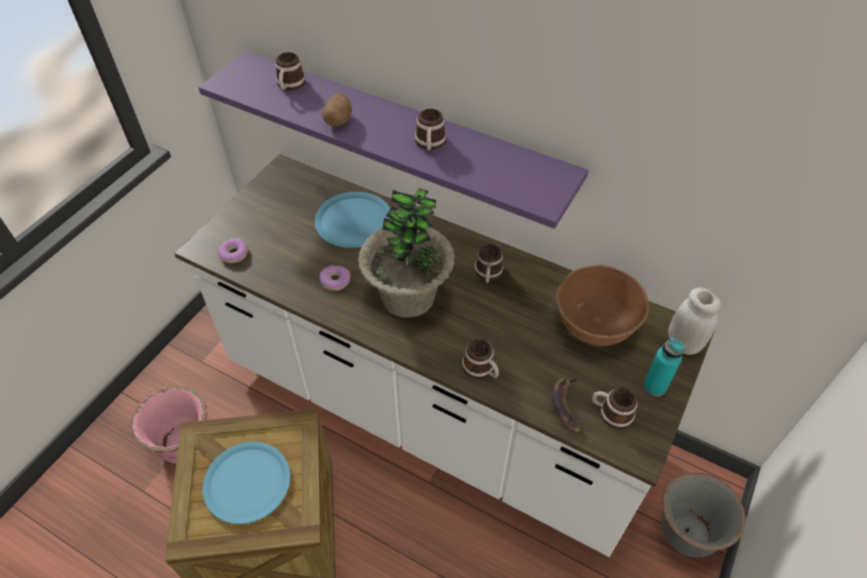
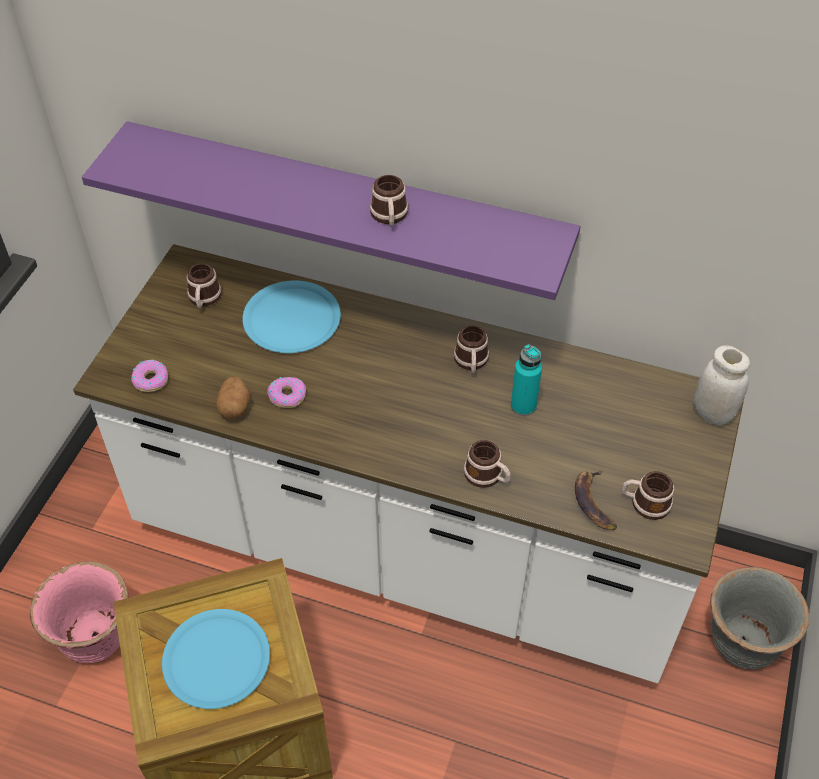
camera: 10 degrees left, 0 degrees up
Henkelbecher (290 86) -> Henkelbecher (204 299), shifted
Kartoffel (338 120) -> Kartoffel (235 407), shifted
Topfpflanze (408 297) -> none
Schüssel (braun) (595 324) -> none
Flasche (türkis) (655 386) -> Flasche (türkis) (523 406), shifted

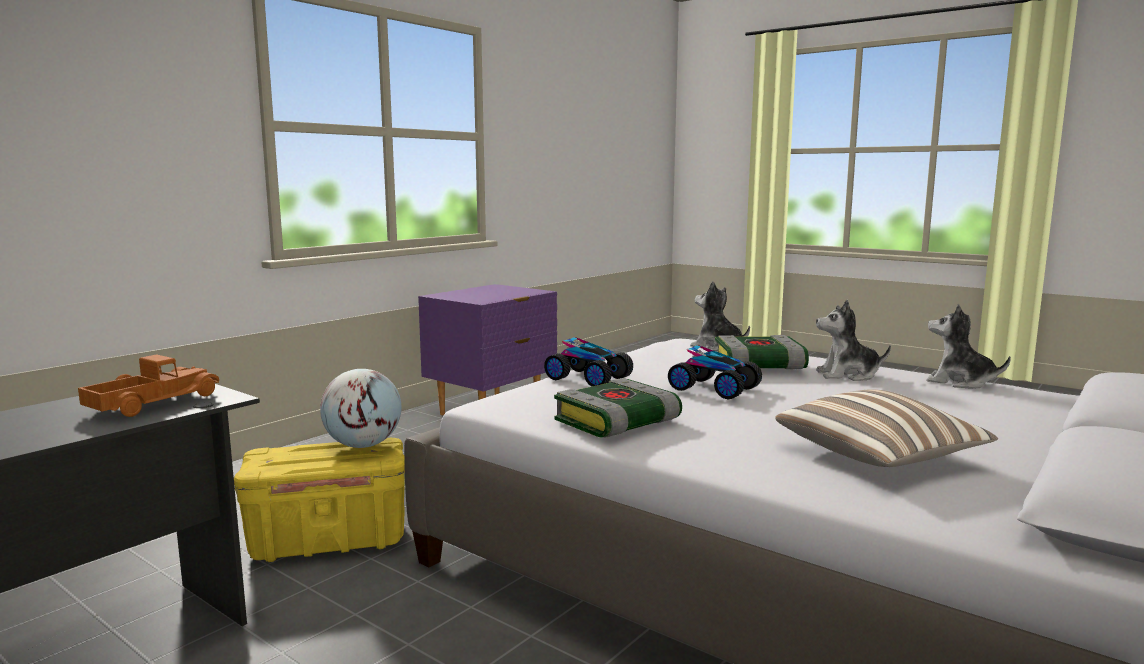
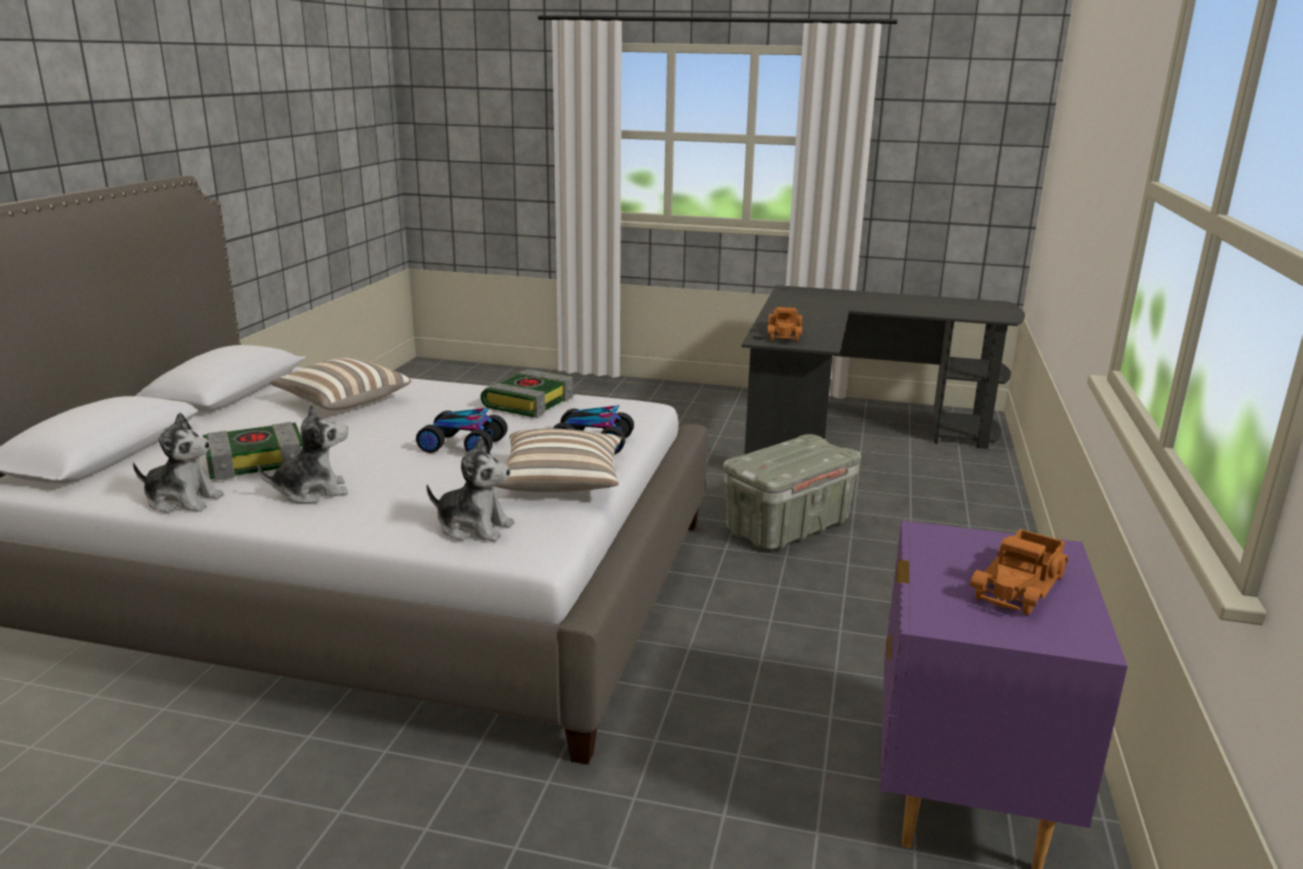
camera: 155 degrees right, 10 degrees up
Aufbewahrungsbox (gelb) (330 540) -> Aufbewahrungsbox (grau) (787 527)
Globus (363 445) -> none
Buch (757 365) -> Buch (257 460), shifted
none -> Kissen (561 482)
none -> Spielzeuglaster (1020 585)

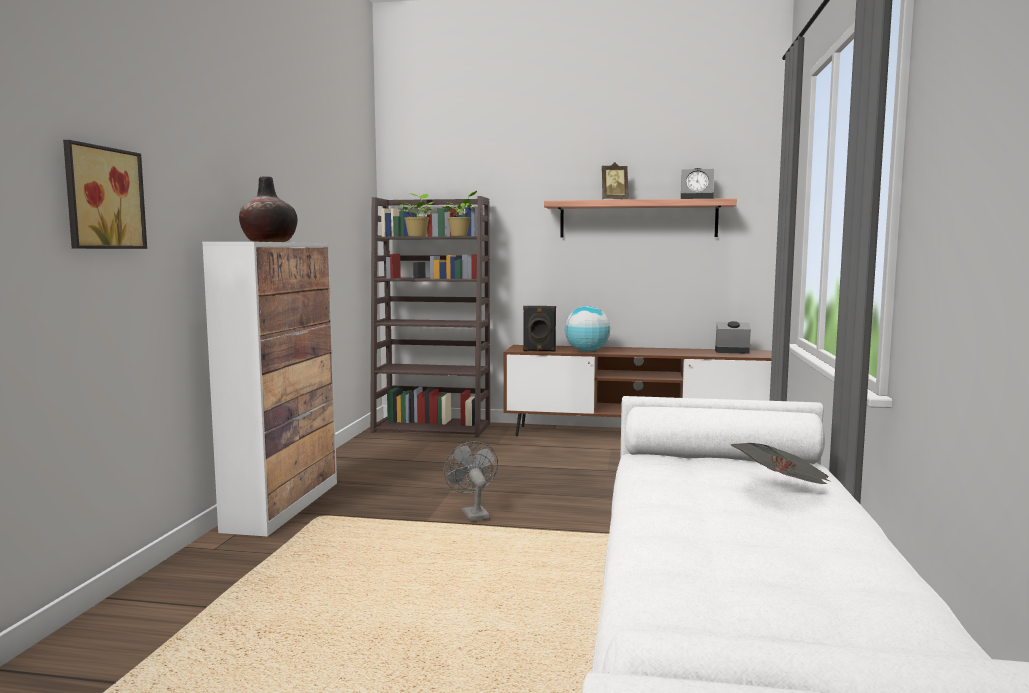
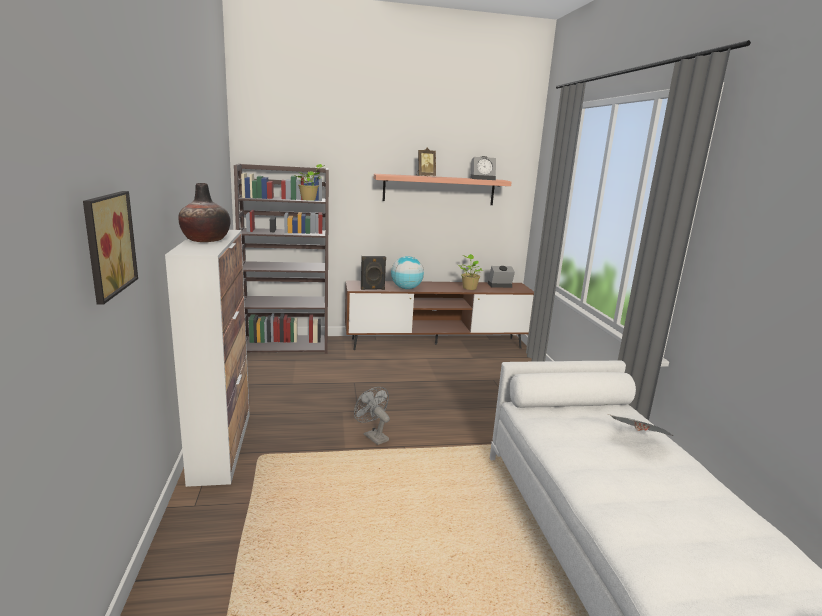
camera: 20 degrees left, 10 degrees up
Topfpflanze (418 236) -> Topfpflanze (469 288), shifted

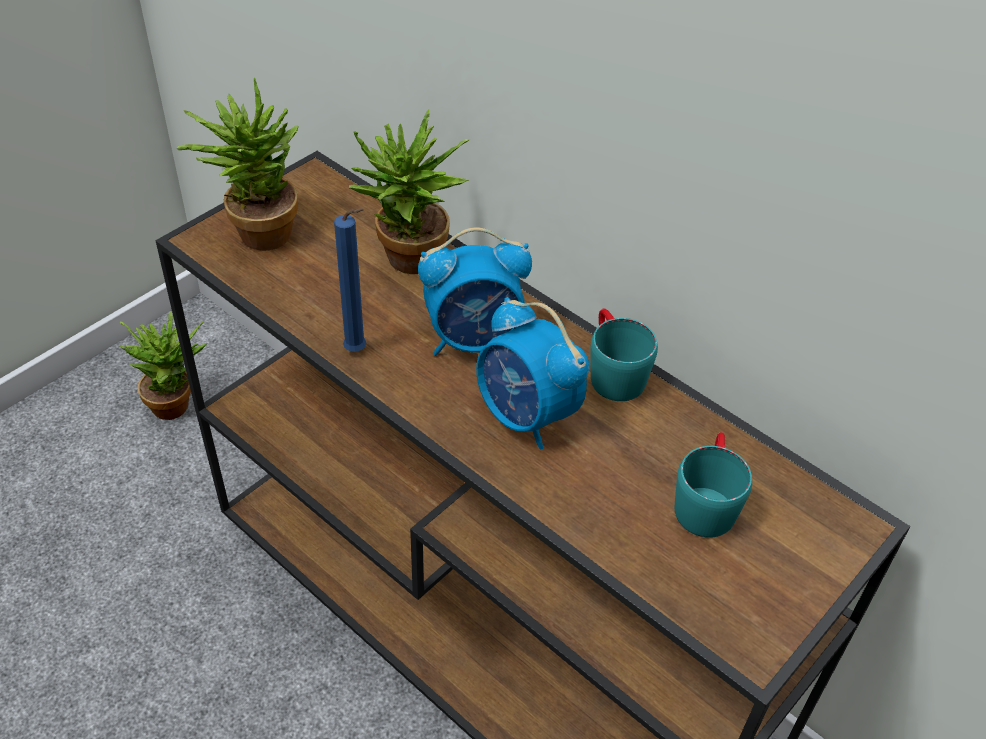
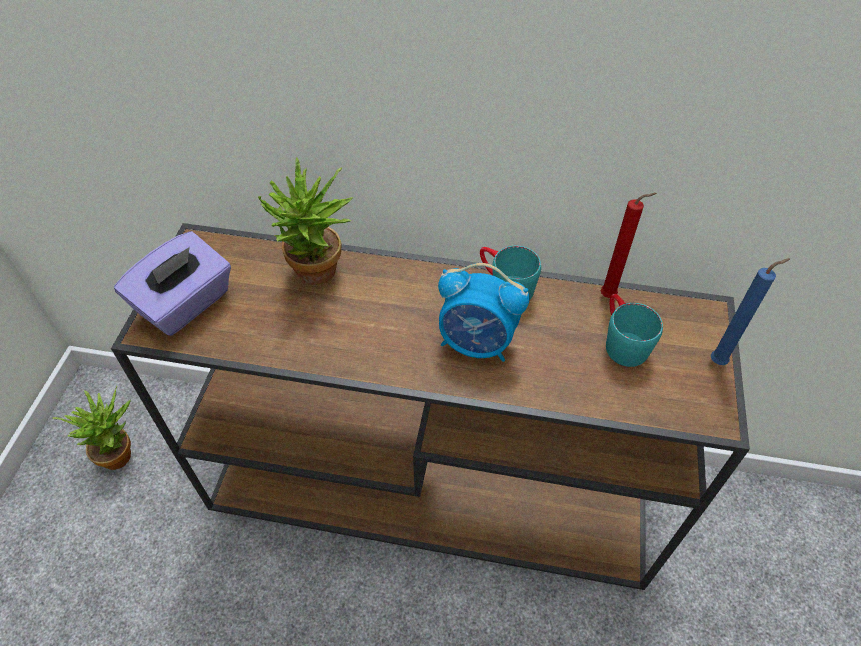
camera: 30 degrees left, 5 degrees up
Topfpflanze (256 231) -> Taschentuchbox (lila) (186 304)
Kerze (blau) (358 351) -> Kerze (blau) (720 362), shifted
Wecker (474 339) -> none
none -> Kerze (rot) (610 296)

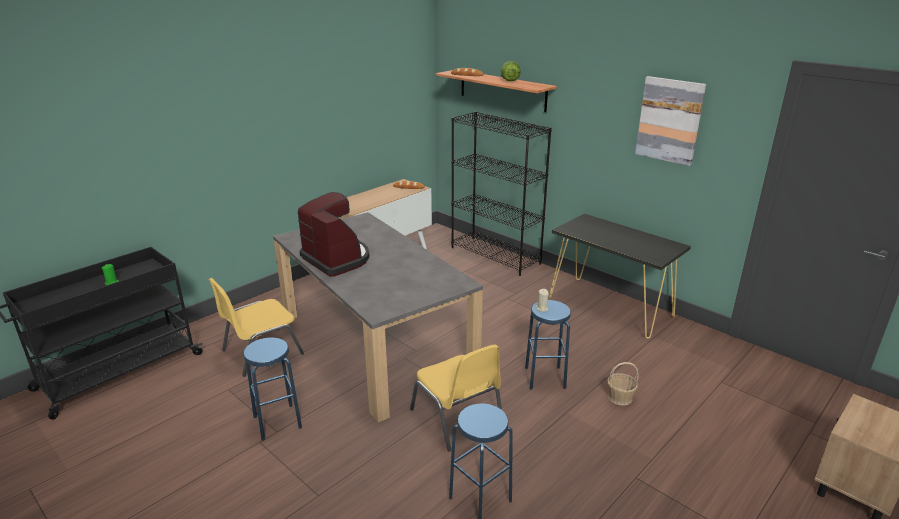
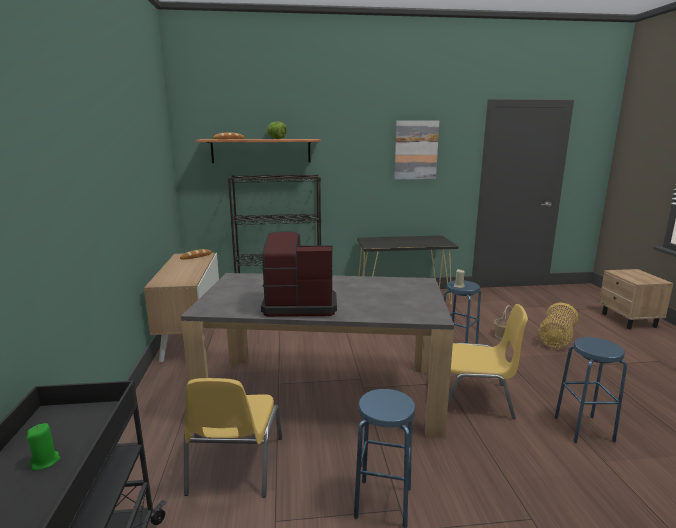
camera: 50 degrees left, 10 degrees down
none -> Korb (555 339)

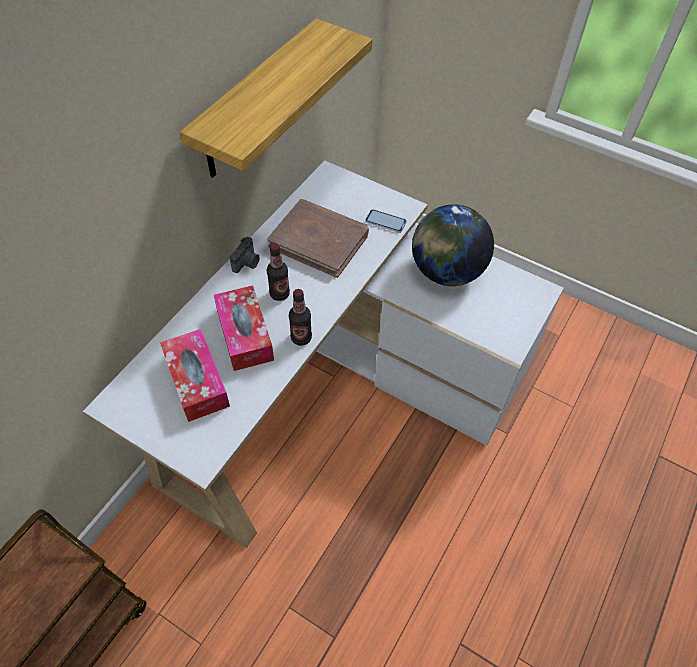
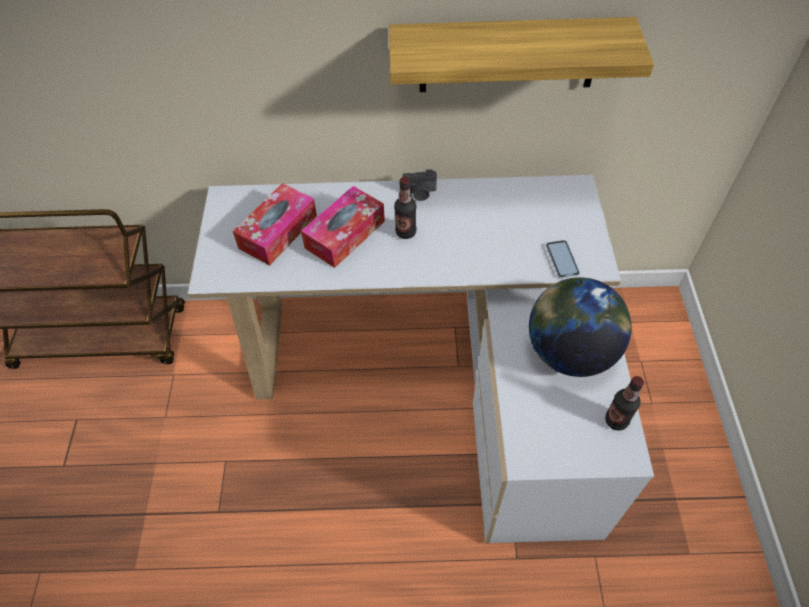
camera: 60 degrees right, 0 degrees up
Buch (braun) (319 240) -> none
Flasche (301 338) -> Flasche (616 420), shifted

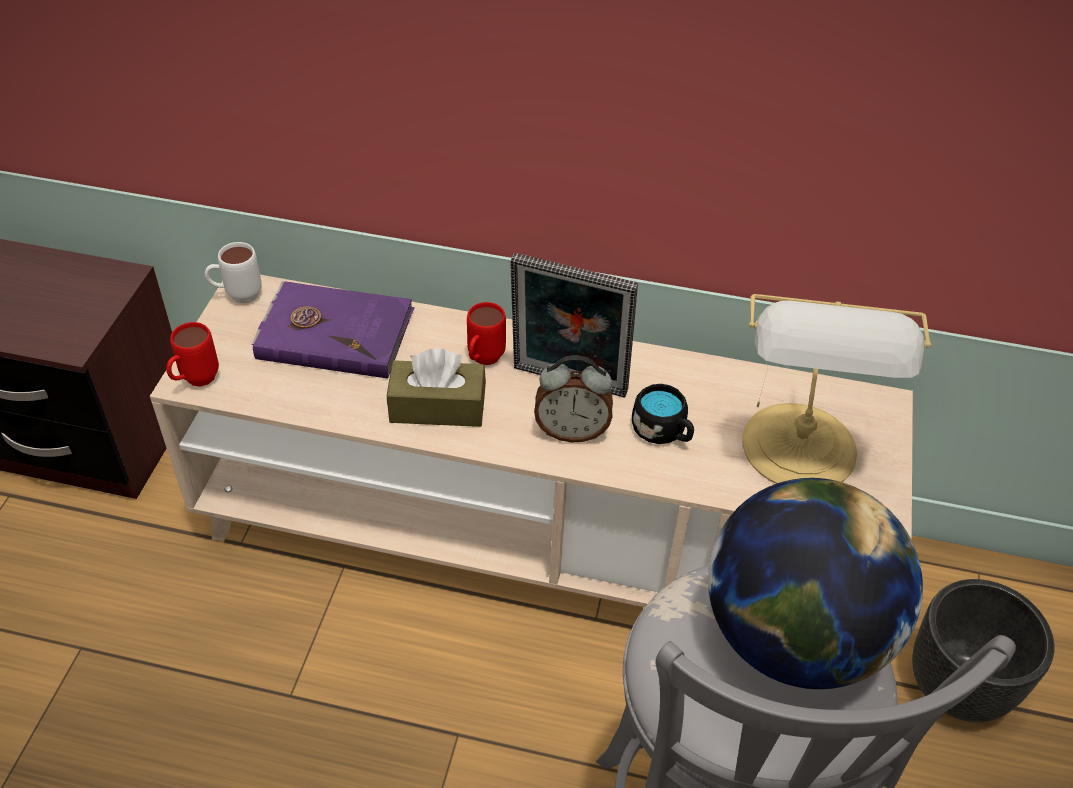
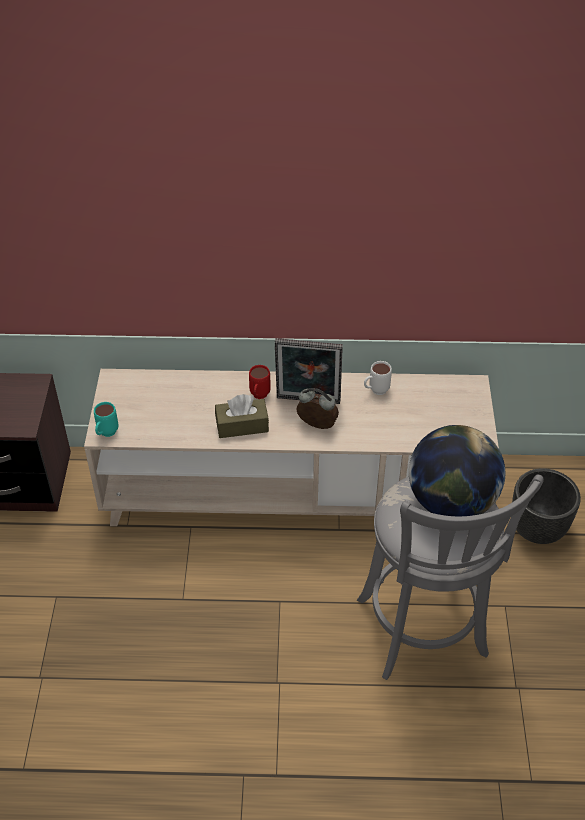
camera: 10 degrees left, 0 degrees up
Henkelbecher (rot) (195 381) -> Henkelbecher (türkis) (106 434)
Henkelbecher (weiß) (237 296) -> Henkelbecher (weiß) (375 391), shifted
Buch (lila) (334 333) -> none
Wecker (571 431) -> Wecker (316 426), 150 degrees counterclockwise
Henkelbecher (schwarz) (663 432) -> none
Tischlampe (800 452) -> none

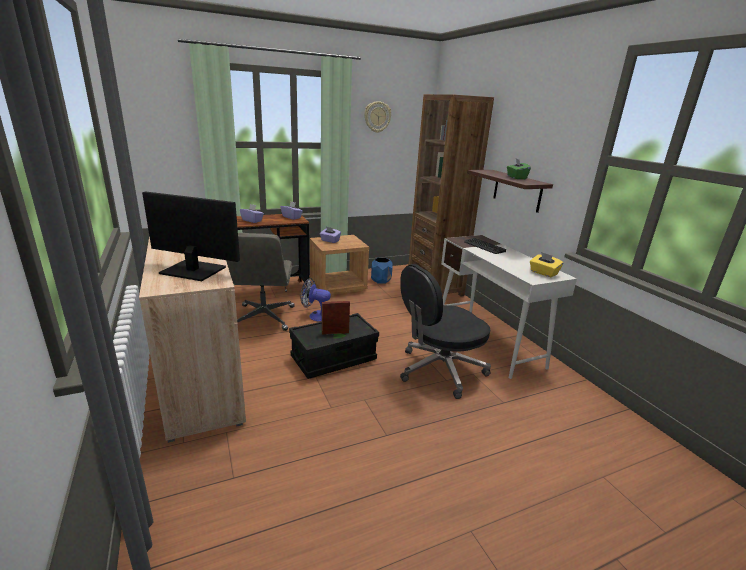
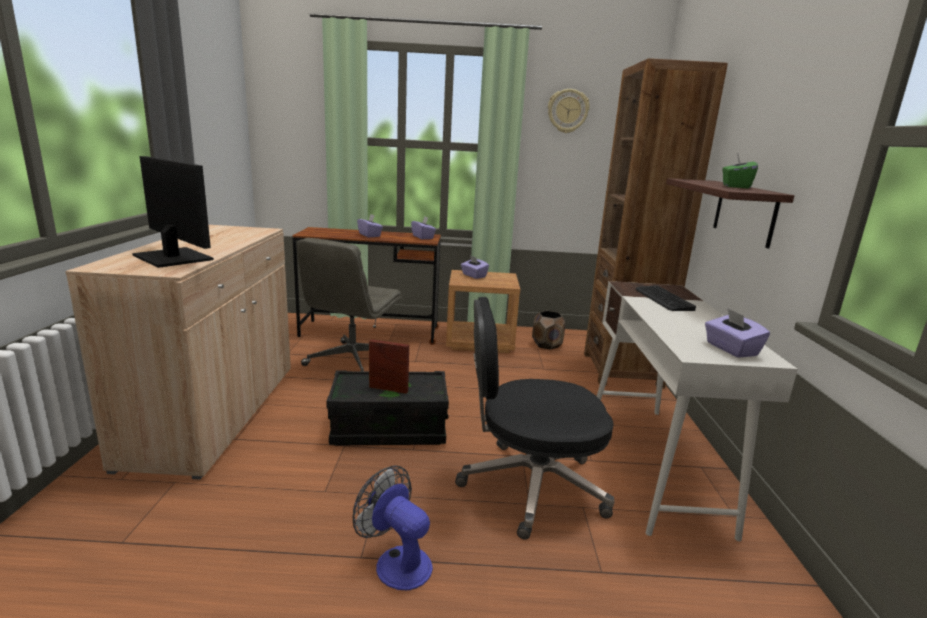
camera: 25 degrees right, 5 degrees down
Ventilator (316 315) -> Ventilator (396 561), shifted
Pflanzkübel (blau) (381 280) -> Pflanzkübel (braun) (547 345)
Taschentuchbox (gelb) (543 273) -> Taschentuchbox (lila) (731 349)

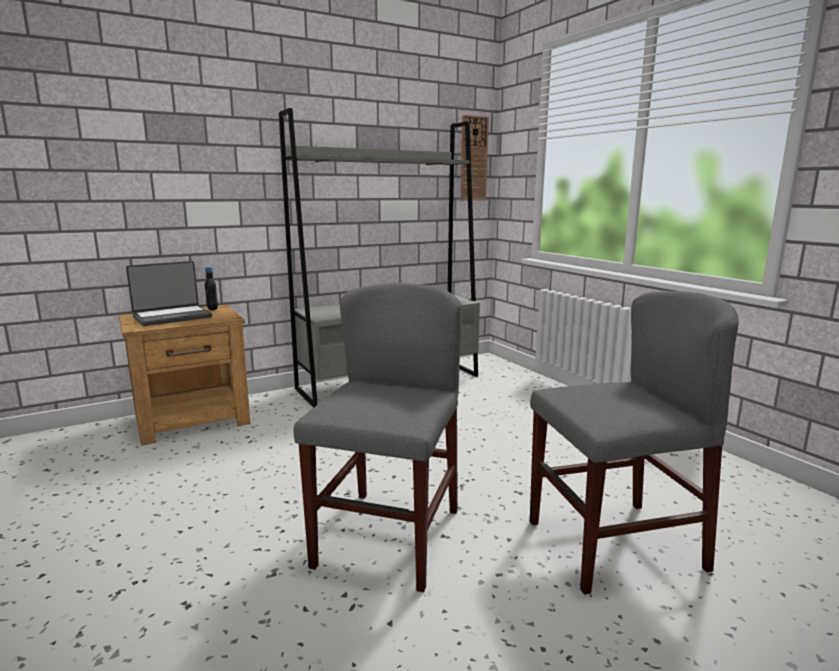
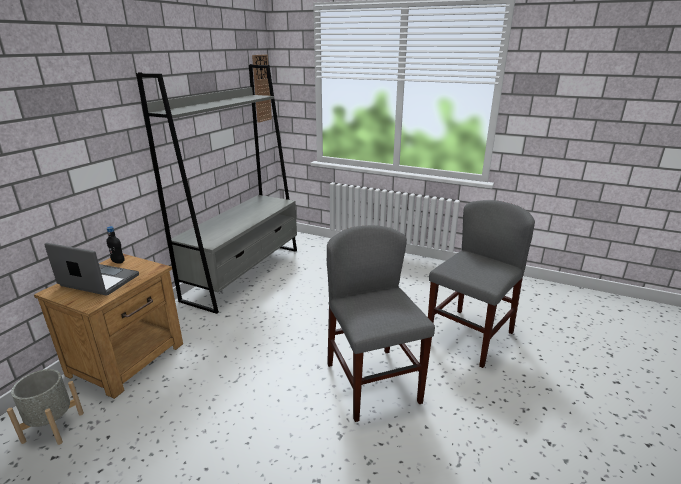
camera: 35 degrees left, 10 degrees up
Laptop (172 317) -> Laptop (98 281), 90 degrees counterclockwise
none -> Pflanzkübel (grau) (53 427)

